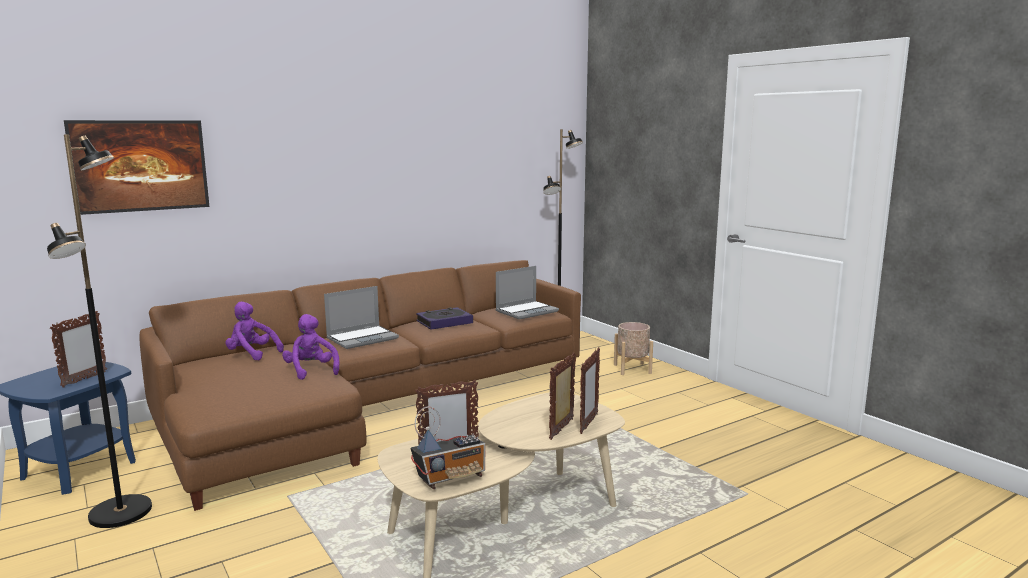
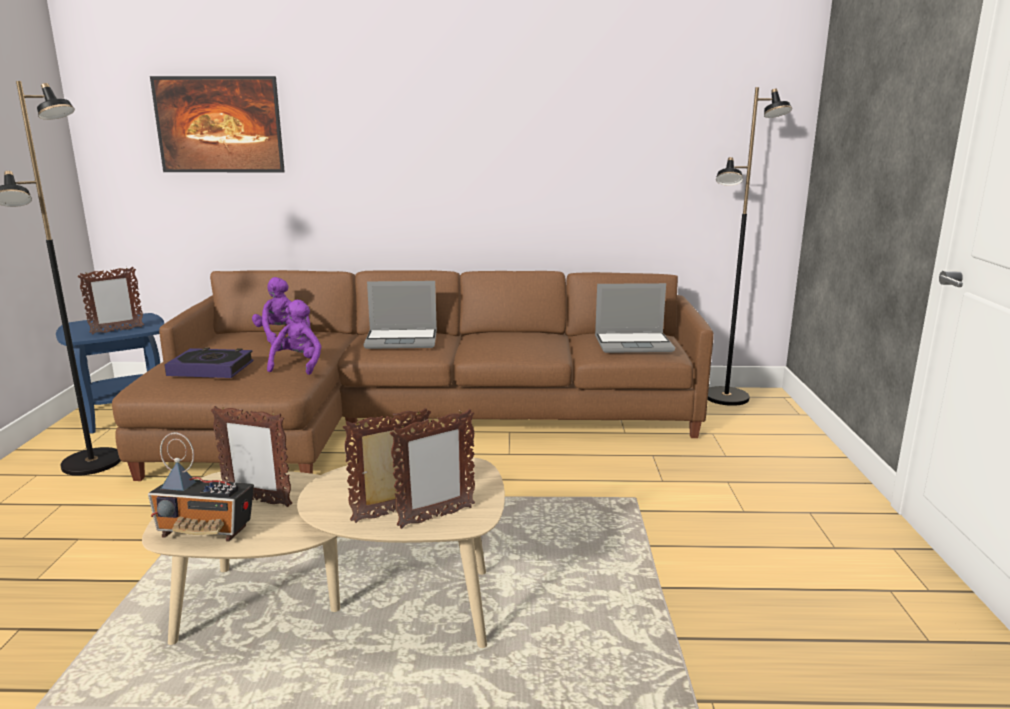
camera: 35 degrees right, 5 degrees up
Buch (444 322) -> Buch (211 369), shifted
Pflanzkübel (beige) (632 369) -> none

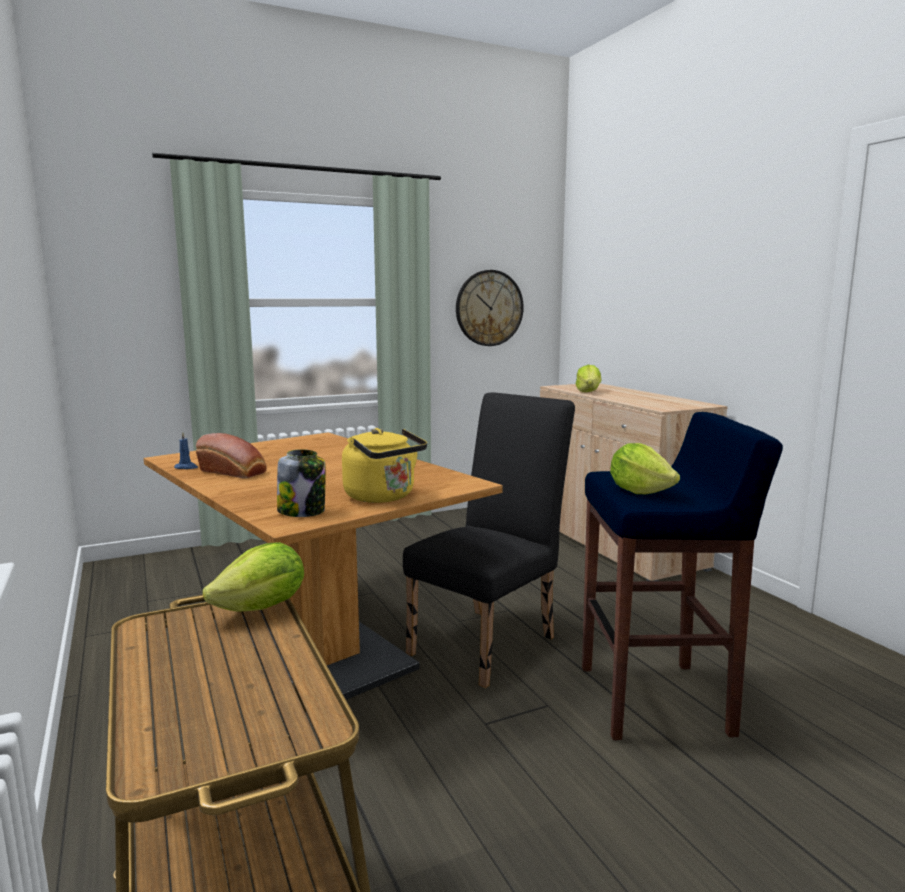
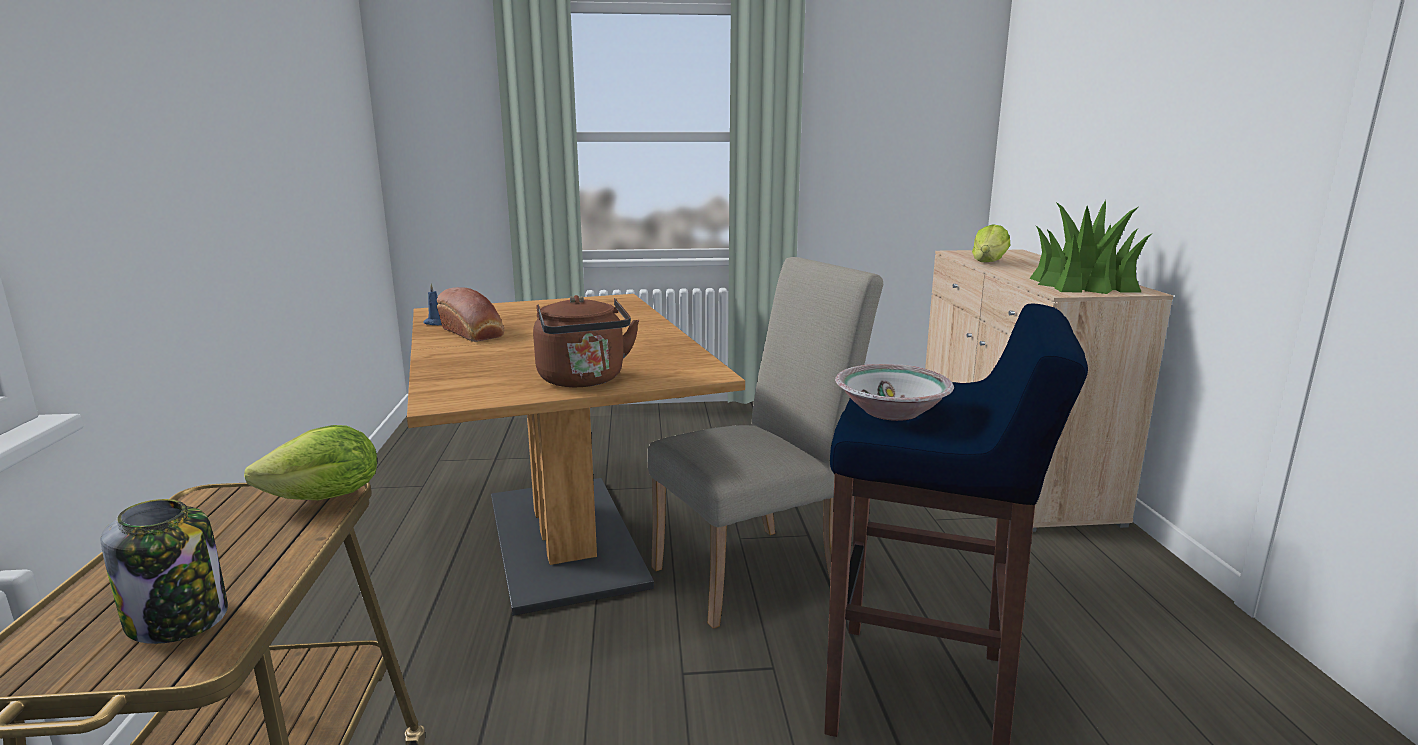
camera: 20 degrees right, 5 degrees up
Vorratsglas (302 511) -> Vorratsglas (179 619), shifted
Wasserkessel (gelb) (383 497) -> Wasserkessel (braun) (583 380)
Stuhl (schwarz) (490 641) -> Stuhl (beige) (758 570)
Wanduhr (489 308) -> none
Salatkopf (640 491) -> Schüssel (891 411)
none -> Topfpflanze (1084 285)

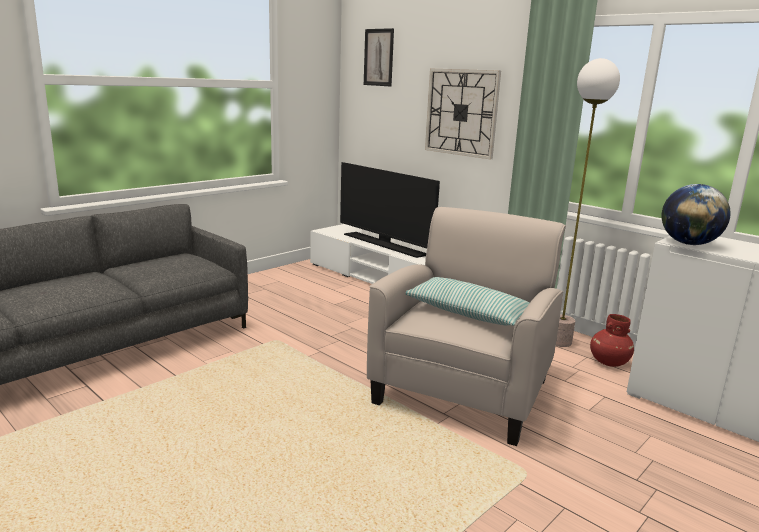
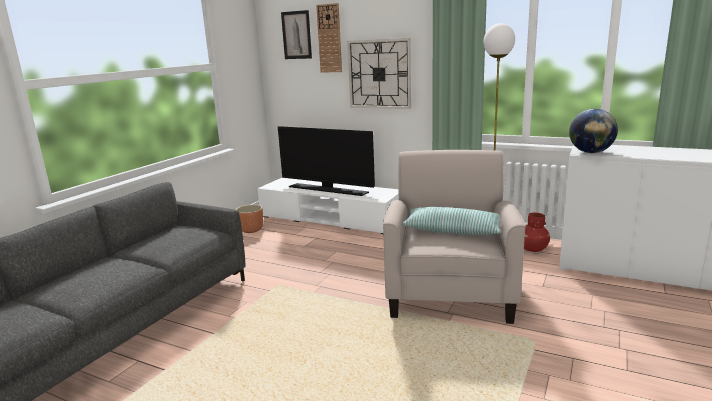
camera: 15 degrees left, 0 degrees up
none -> Pflanzkübel (braun) (251 230)
none -> Wanduhr (329 38)

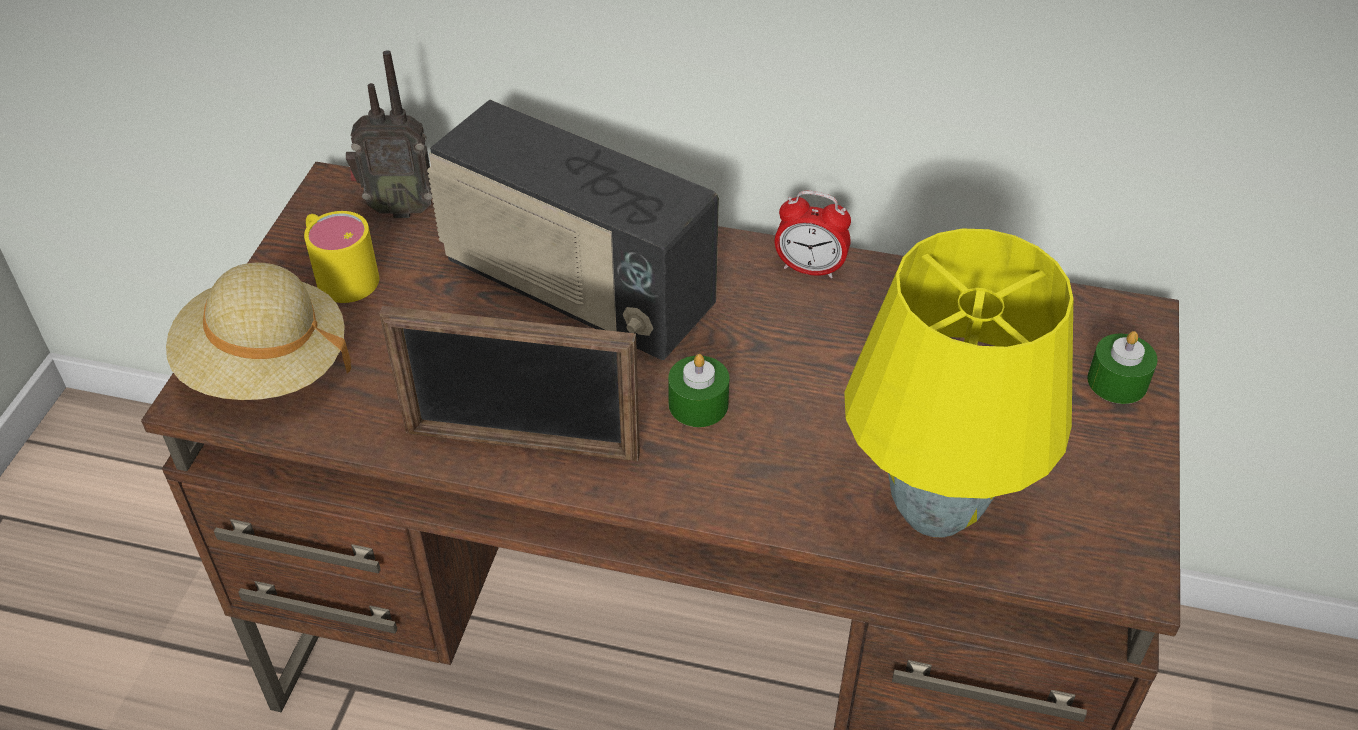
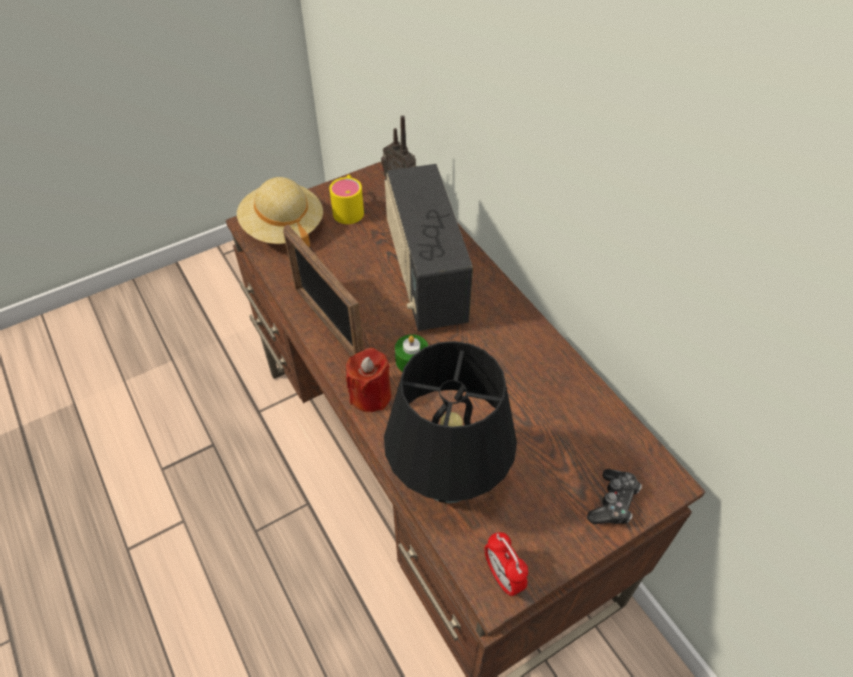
camera: 45 degrees right, 5 degrees up
Wecker (810 269) -> Wecker (503 576), shifted
Tischlampe (gelb) (933 509) -> Tischlampe (schwarz) (448 484)
Kerze (grün) (1117 381) -> Gamepad (613 502)
none -> Kerze (rot) (370 395)

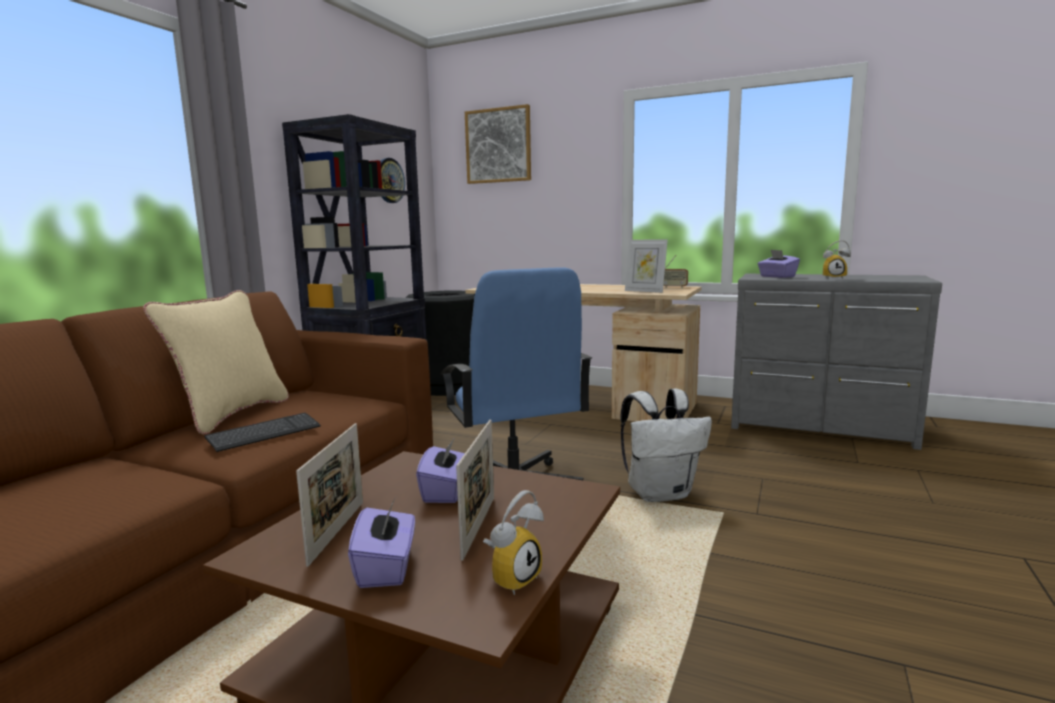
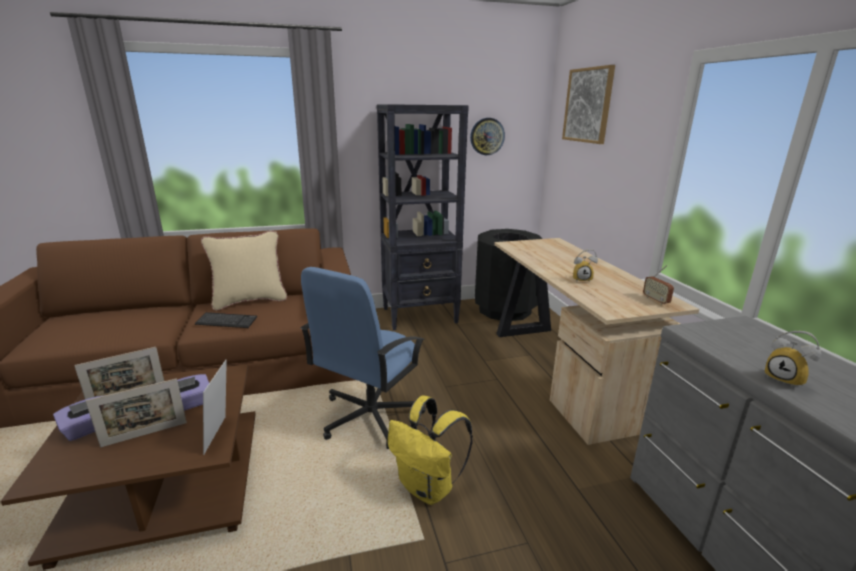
camera: 50 degrees right, 10 degrees up
Wecker (512 578) -> Wecker (581 280), shifted
Rucksack (weiß) (660 493) -> Rucksack (gelb) (428 488)
Bilderrahmen (645 291) -> Bilderrahmen (220 434), shifted
Taschentuchbox (lila) (777 276) -> none

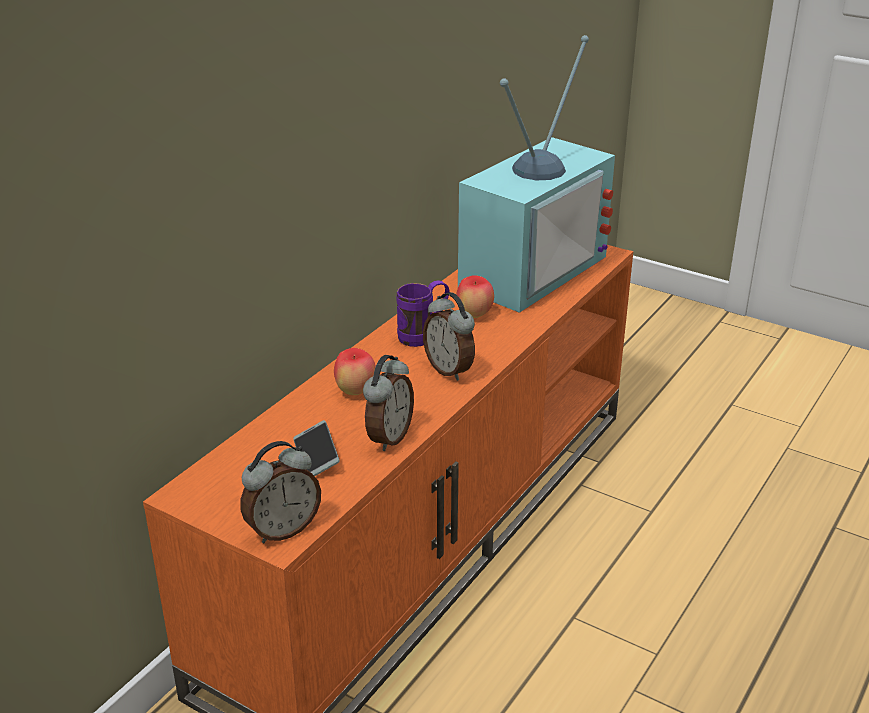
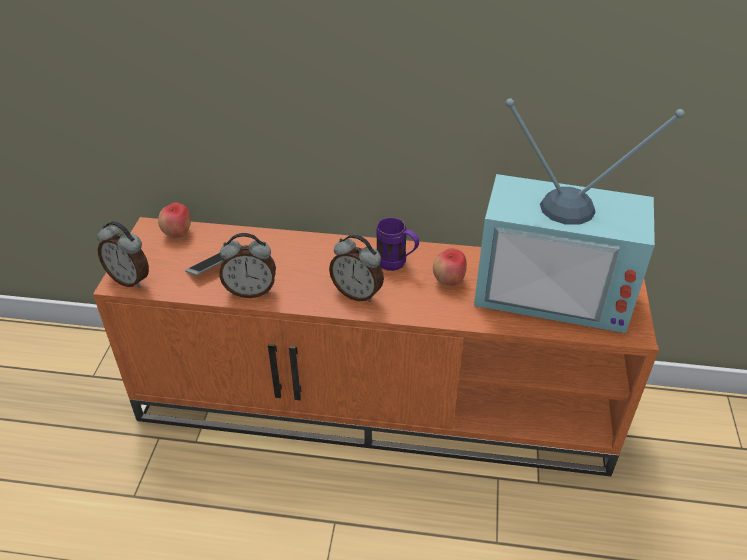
camera: 65 degrees right, 10 degrees up
Apfel (355 391) -> Apfel (178 234), shifted
Wecker (450 369) -> Wecker (357 293), 90 degrees counterclockwise

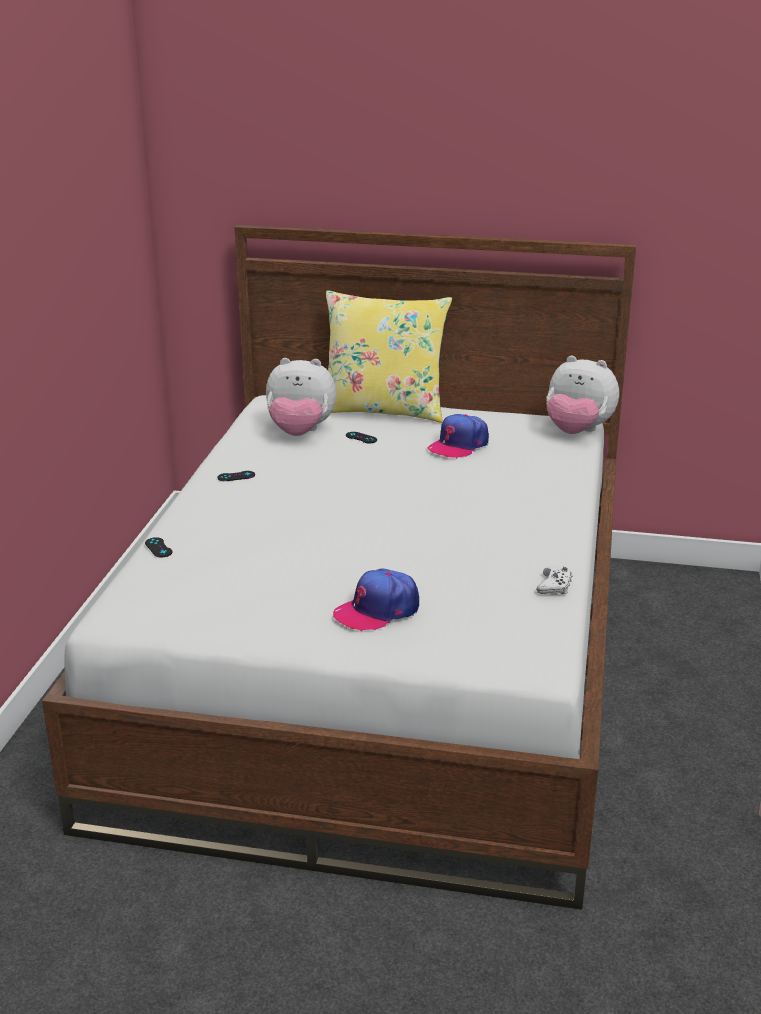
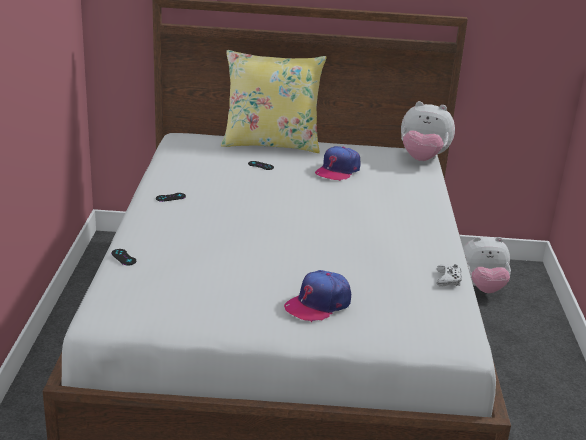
camera: 10 degrees left, 0 degrees up
Plüschtier (300 432) -> Plüschtier (481 287), shifted

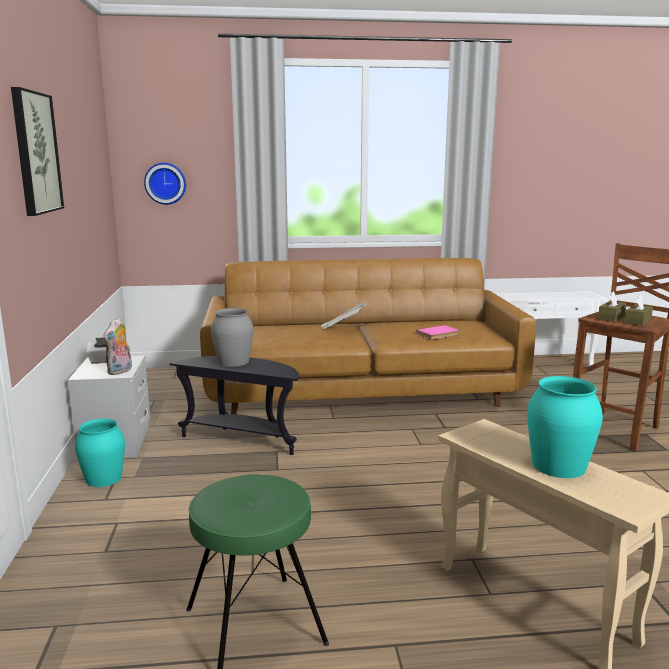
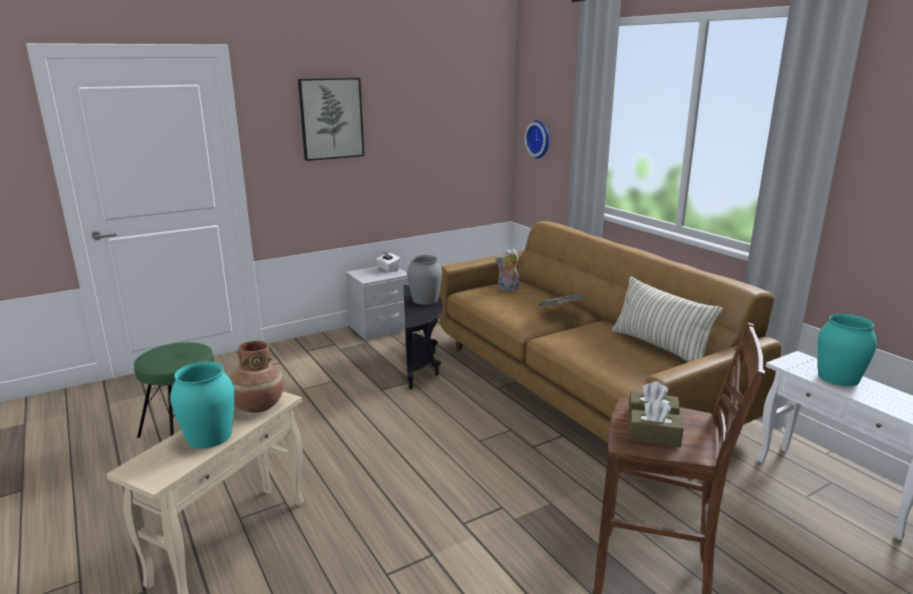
camera: 65 degrees right, 5 degrees up
Vase (türkis) (104 478) -> Vase (türkis) (838 377), shifted
Plüschtier (120 371) -> Plüschtier (508 289), shifted
Buch (rosa) (439 334) -> none
none -> Vase (braun) (257 406)
none -> Kissen (659 347)

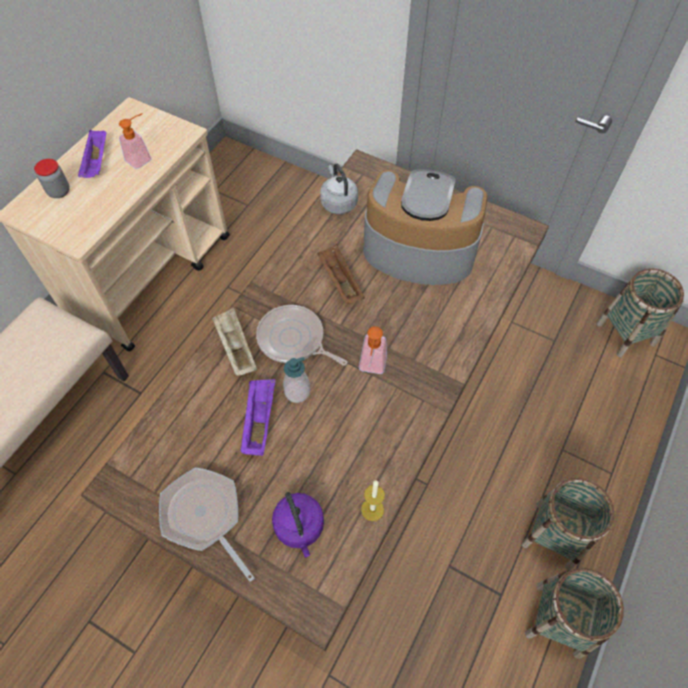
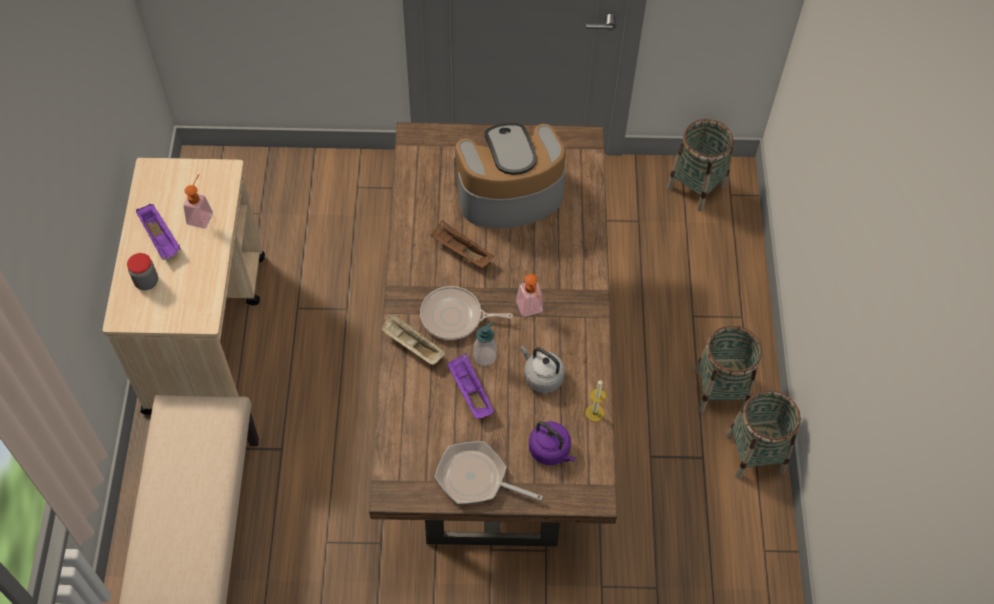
camera: 30 degrees left, 0 degrees up
Wasserkessel (grau) (338 202) -> Wasserkessel (grau) (541 377), shifted

